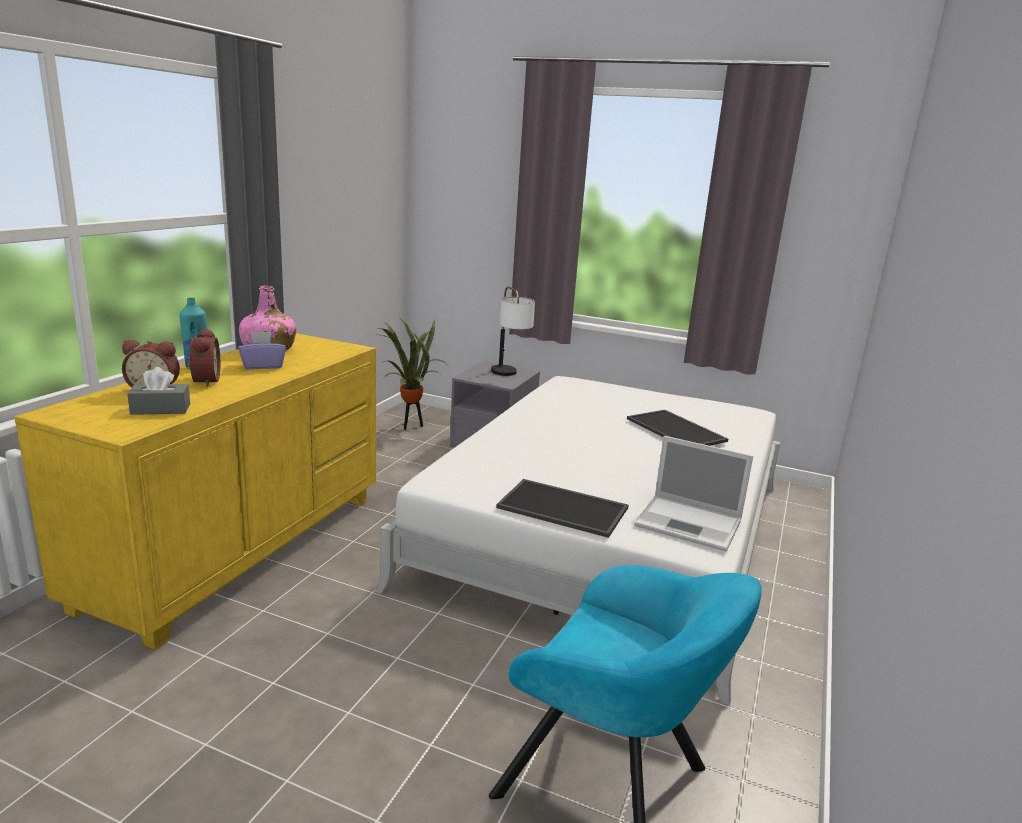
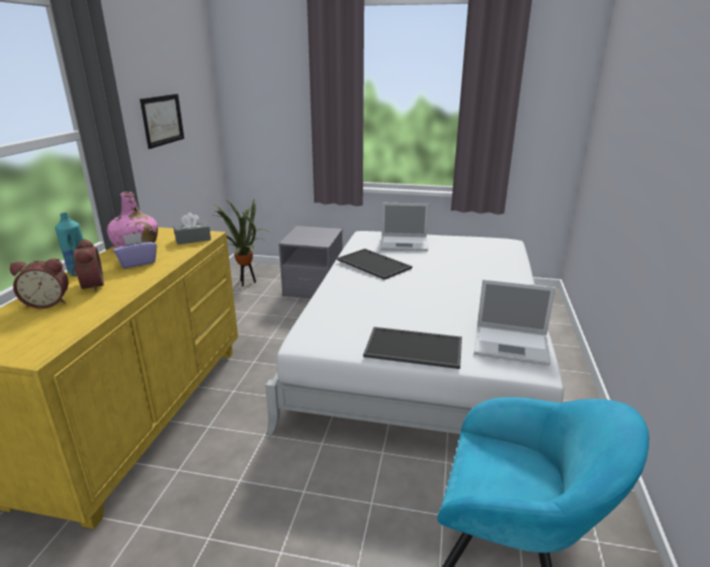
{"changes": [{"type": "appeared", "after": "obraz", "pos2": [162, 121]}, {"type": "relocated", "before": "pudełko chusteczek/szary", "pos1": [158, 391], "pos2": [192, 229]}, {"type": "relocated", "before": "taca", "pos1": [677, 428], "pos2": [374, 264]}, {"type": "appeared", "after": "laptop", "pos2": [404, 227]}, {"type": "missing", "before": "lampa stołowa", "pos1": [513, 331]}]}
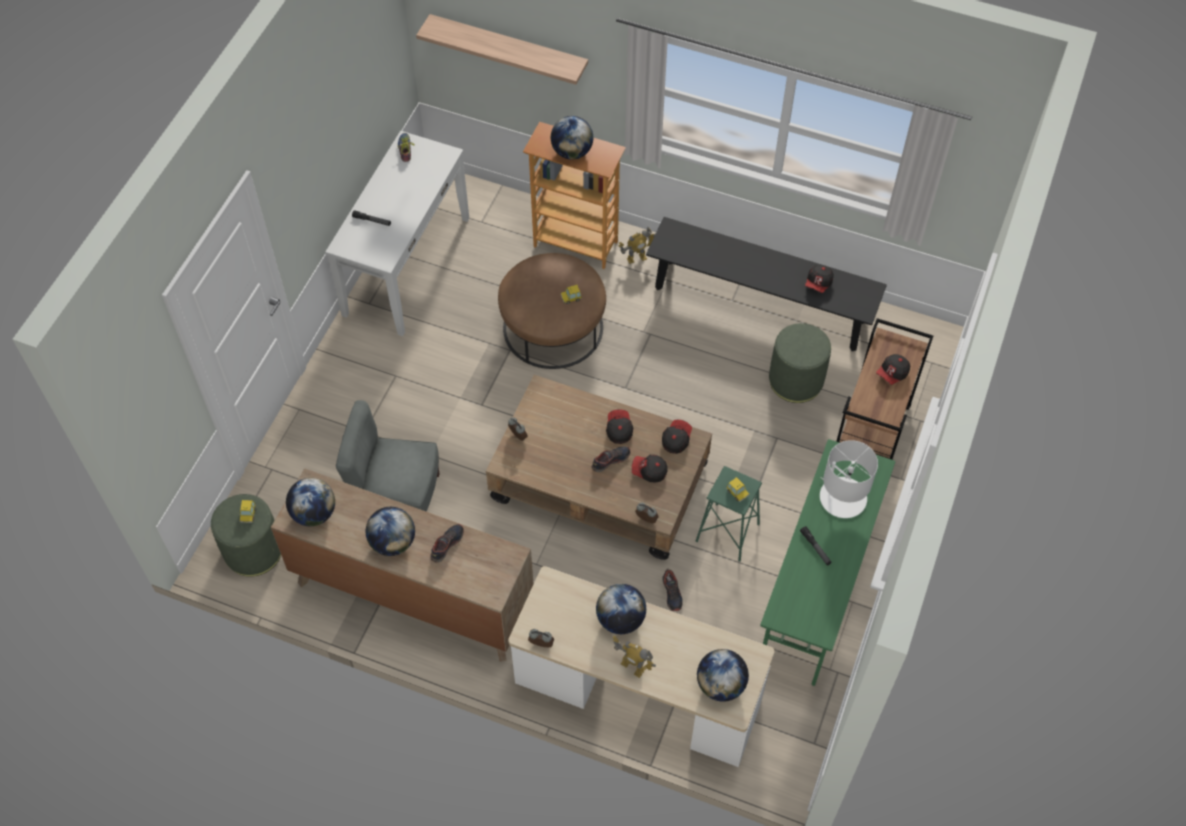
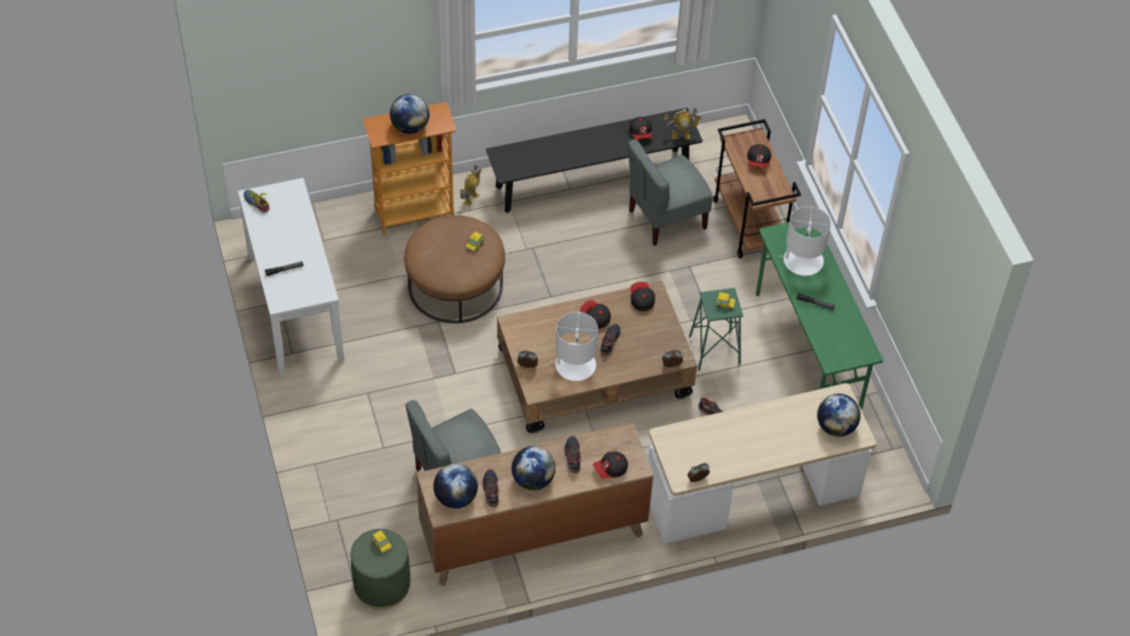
{"changes": [{"type": "appeared", "after": "but", "pos2": [490, 488]}, {"type": "appeared", "after": "lampa stołowa/biały", "pos2": [574, 346]}, {"type": "relocated", "before": "czapka z daszkiem", "pos1": [650, 469], "pos2": [610, 465]}, {"type": "exchanged", "before": "pufa/zielony", "after": "krzesło/szary", "pos1": [800, 363], "pos2": [670, 192]}, {"type": "relocated", "before": "robot zabawkowy", "pos1": [634, 657], "pos2": [683, 123]}, {"type": "missing", "before": "półka", "pos1": [502, 49]}, {"type": "missing", "before": "globus", "pos1": [621, 609]}]}
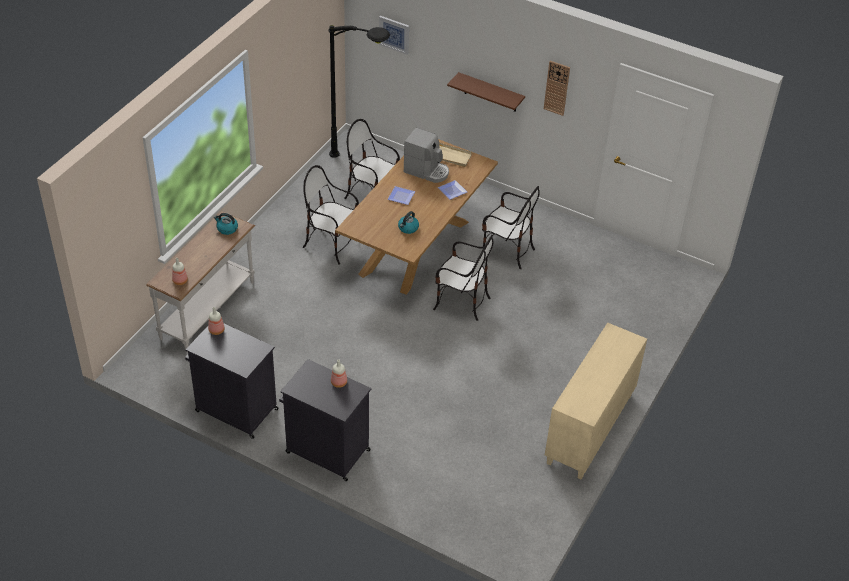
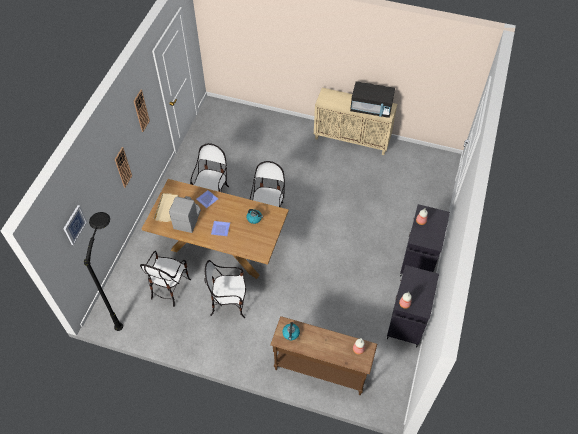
{"changes": [{"type": "exchanged", "before": "półka/brązowy", "after": "zegar ścienny", "pos1": [486, 92], "pos2": [123, 167]}, {"type": "spun", "before": "krzesło", "pos1": [331, 215], "pos2": [225, 289], "turn": 75}, {"type": "colour", "before": "stolik konsolowy/biały", "after": "stolik konsolowy/brązowy", "pos1": [200, 282], "pos2": [323, 355]}, {"type": "appeared", "after": "mikrofalówka/czarny", "pos2": [372, 99]}]}
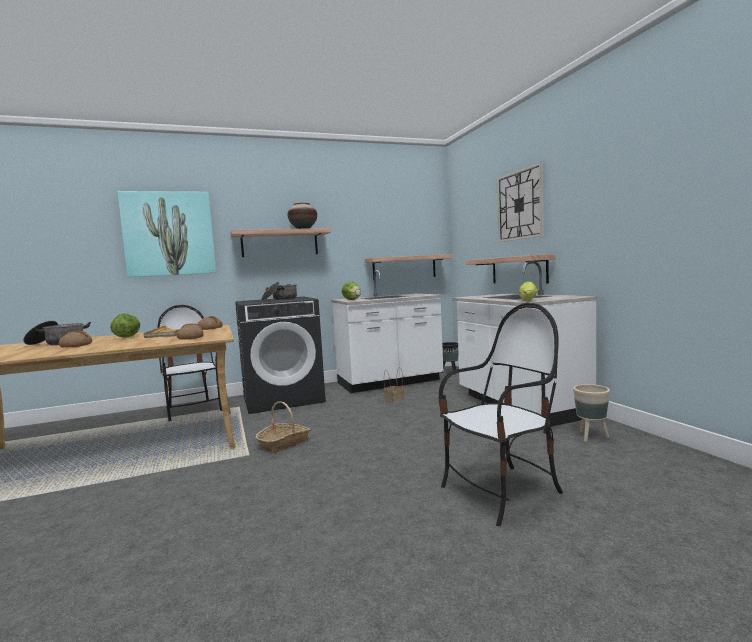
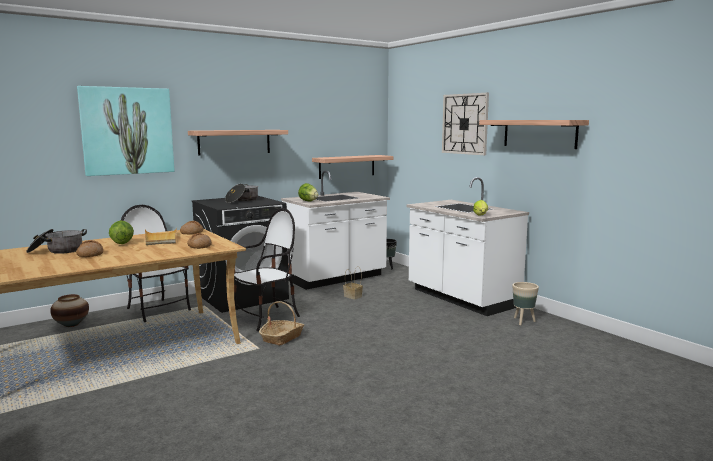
{"changes": [{"type": "relocated", "before": "wazon", "pos1": [302, 216], "pos2": [69, 310]}, {"type": "relocated", "before": "krzesło", "pos1": [500, 414], "pos2": [267, 269]}, {"type": "relocated", "before": "półka", "pos1": [511, 269], "pos2": [534, 134]}]}
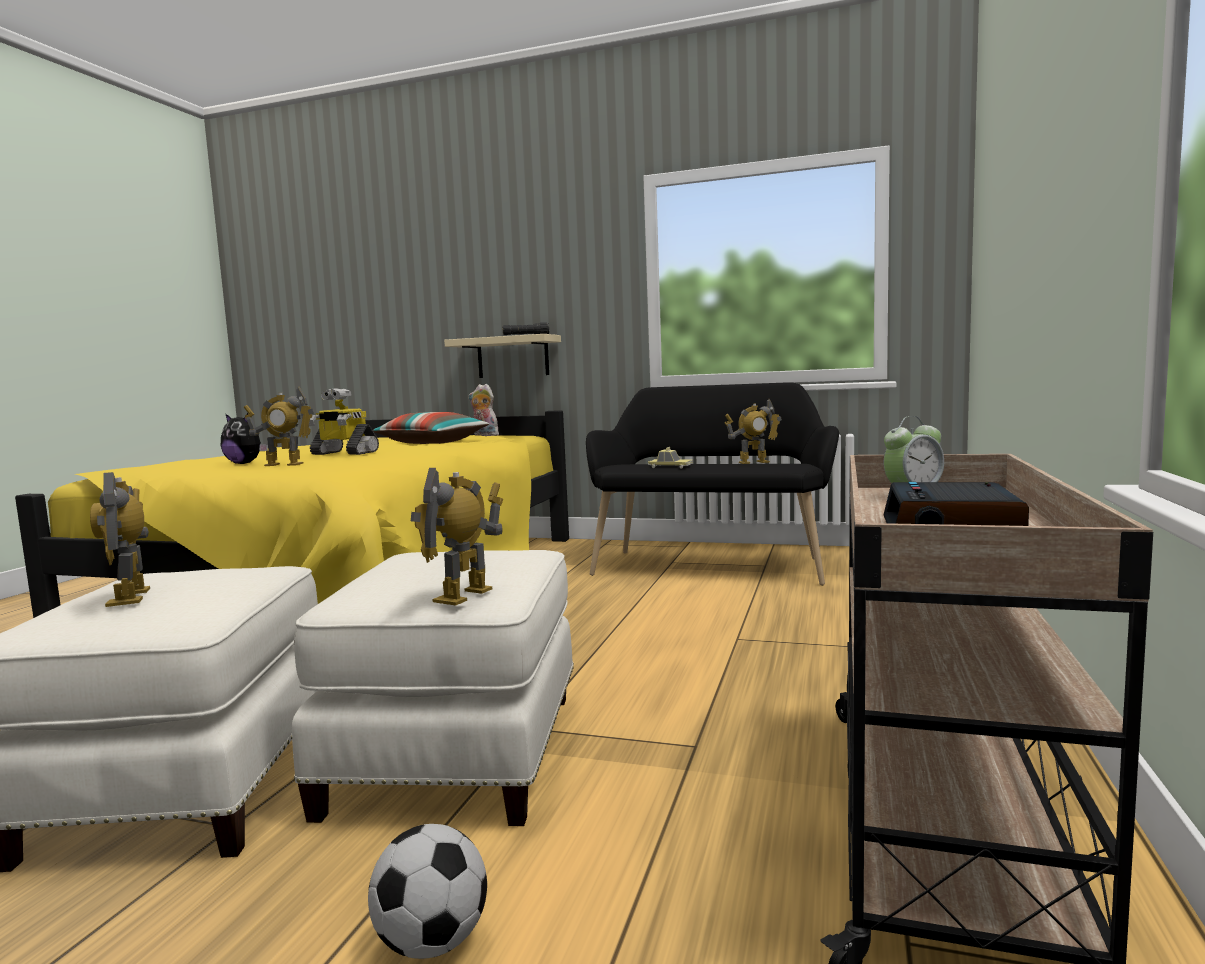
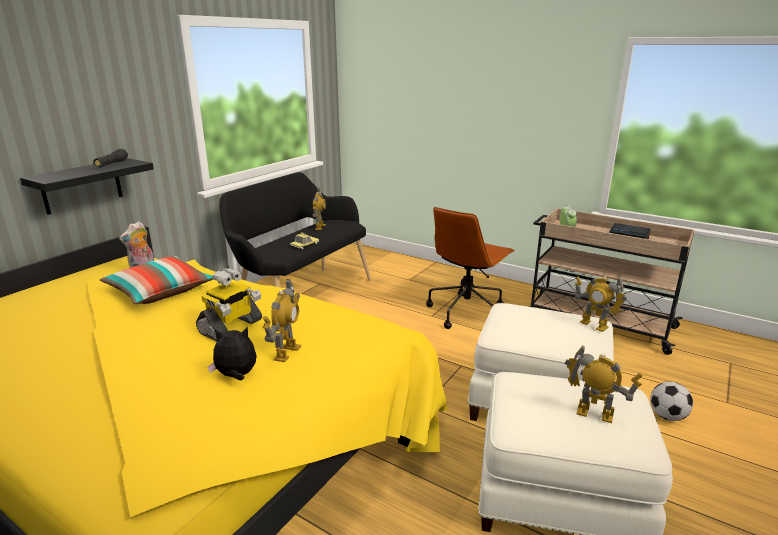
{"changes": [{"type": "colour", "before": "półka/beżowy", "after": "półka/czarny", "pos1": [502, 356], "pos2": [87, 186]}, {"type": "spun", "before": "pluszak", "pos1": [244, 438], "pos2": [232, 354], "turn": -135}, {"type": "appeared", "after": "krzesło biurowe/brązowy", "pos2": [470, 268]}, {"type": "spun", "before": "robot zabawkowy", "pos1": [120, 539], "pos2": [604, 384], "turn": -150}]}
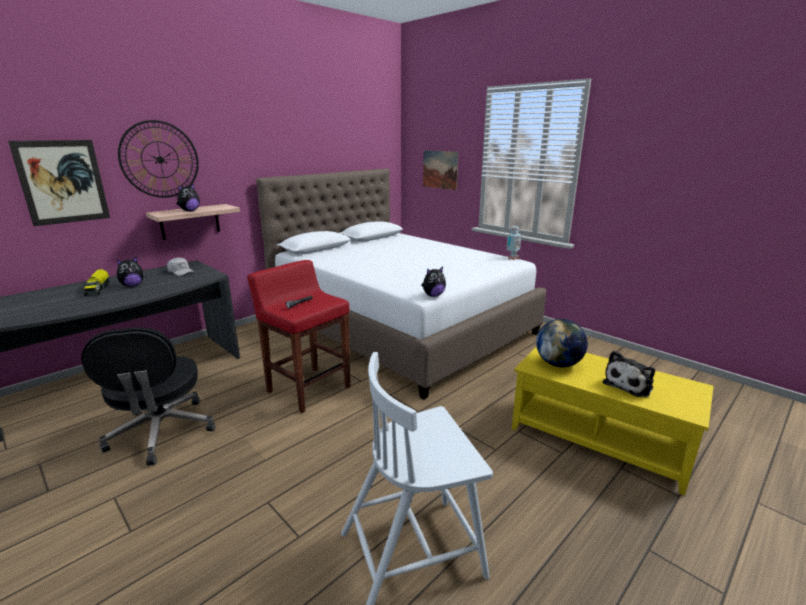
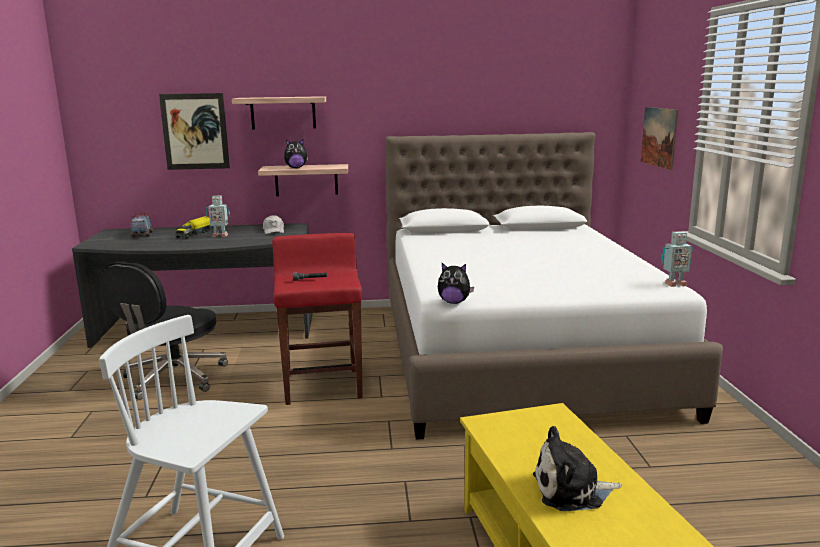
{"changes": [{"type": "appeared", "after": "ciężarówka zabawkowa", "pos2": [141, 225]}, {"type": "exchanged", "before": "pluszak", "after": "robot zabawkowy", "pos1": [130, 272], "pos2": [218, 216]}, {"type": "exchanged", "before": "zegar ścienny", "after": "półka", "pos1": [158, 159], "pos2": [279, 113]}, {"type": "missing", "before": "globus", "pos1": [562, 343]}]}
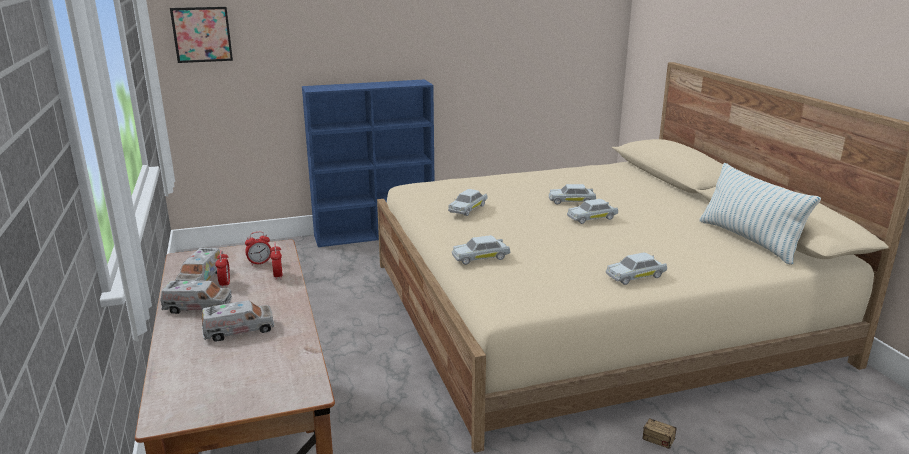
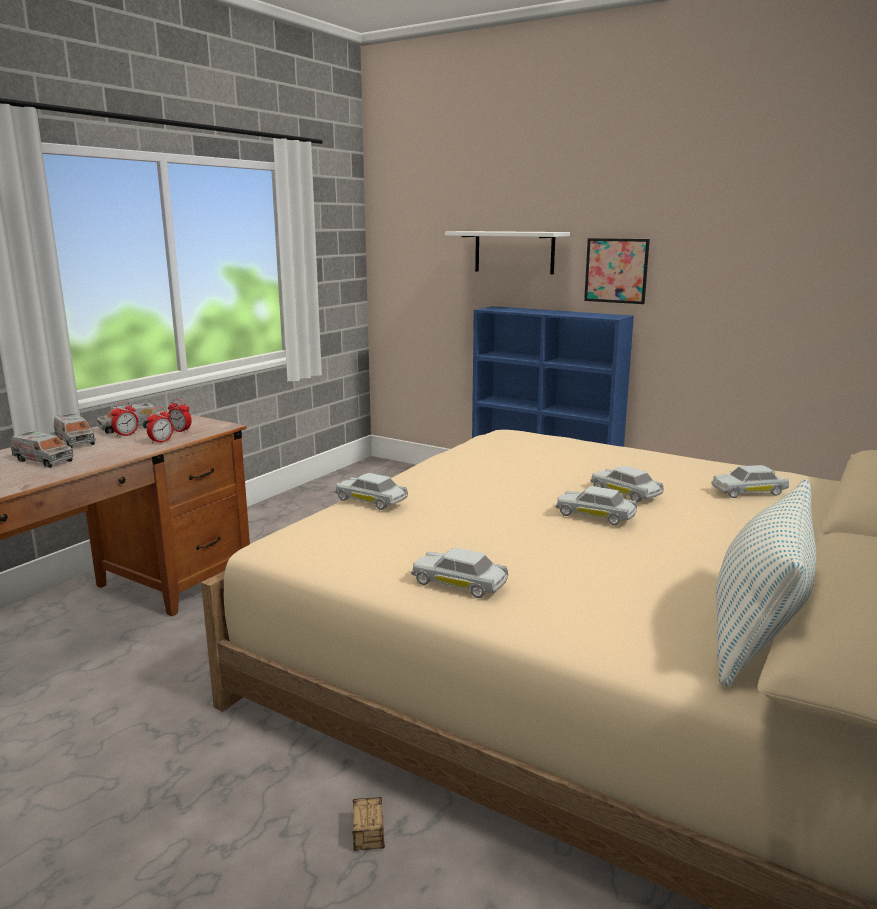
{"changes": [{"type": "appeared", "after": "półka/biały", "pos2": [507, 252]}, {"type": "relocated", "before": "obraz", "pos1": [201, 35], "pos2": [617, 271]}, {"type": "relocated", "before": "samochodzik/biały", "pos1": [467, 202], "pos2": [750, 481]}]}
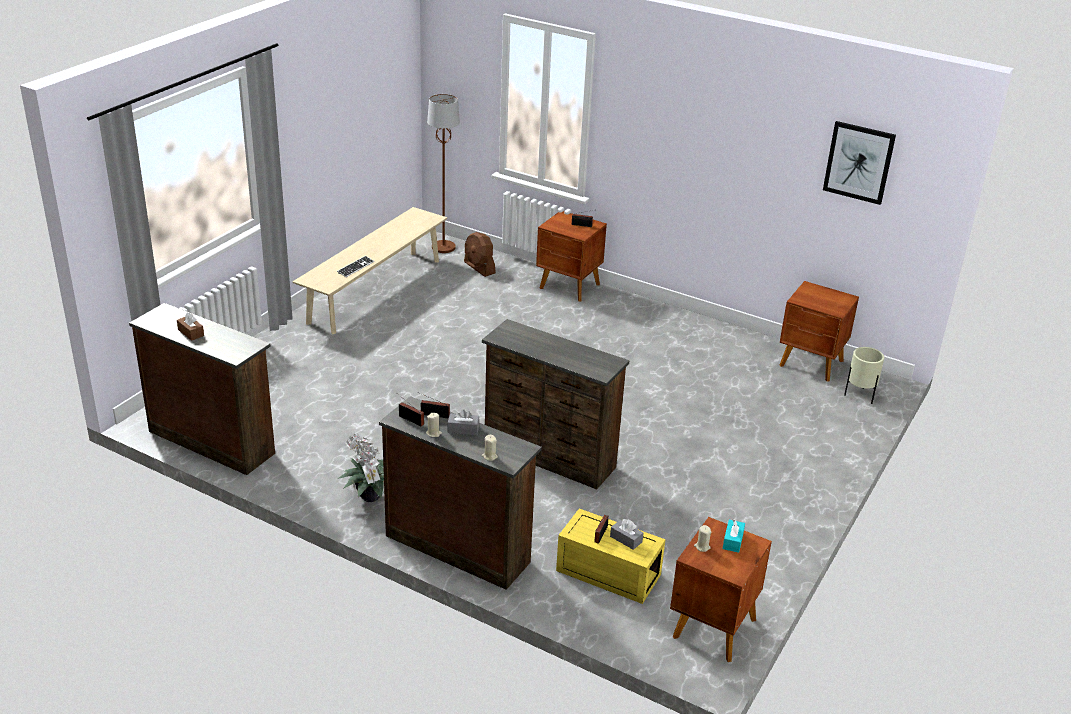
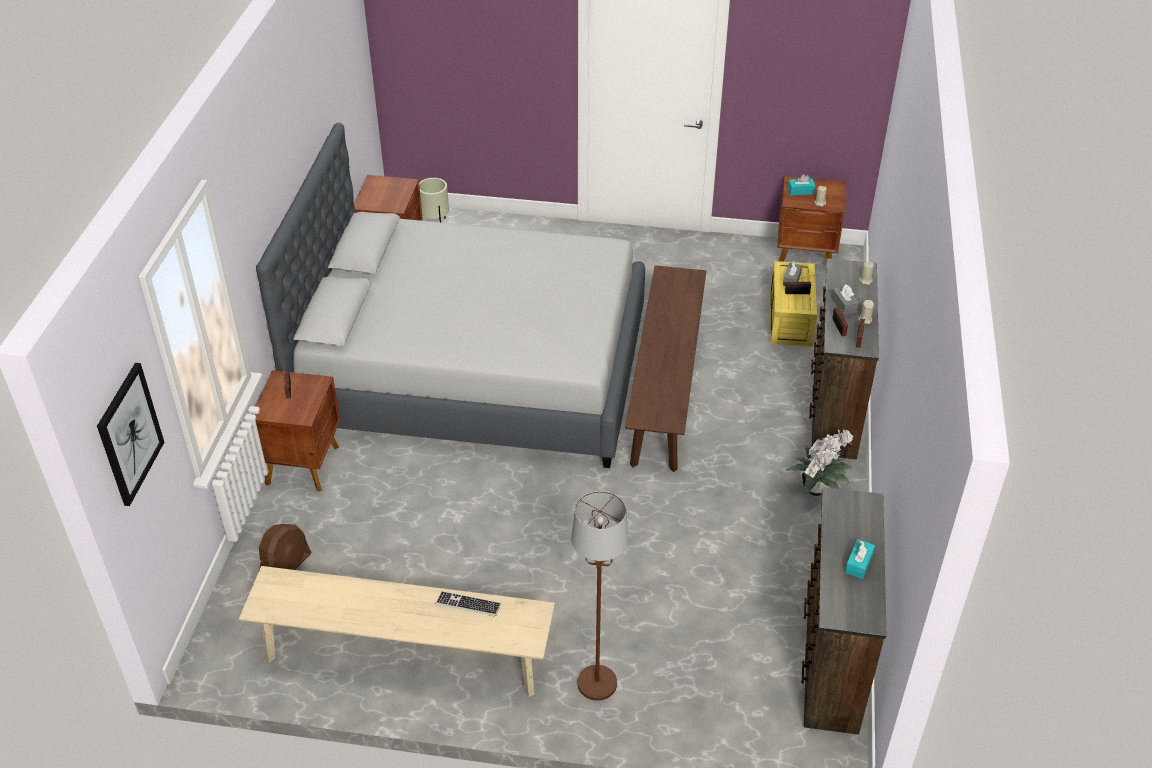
{"changes": [{"type": "relocated", "before": "obraz", "pos1": [859, 163], "pos2": [130, 434]}, {"type": "appeared", "after": "łóżko/szary", "pos2": [450, 295]}, {"type": "relocated", "before": "lampa stojąca/brązowy", "pos1": [443, 173], "pos2": [600, 596]}, {"type": "exchanged", "before": "komoda/brązowy", "after": "ławka/brązowy", "pos1": [555, 404], "pos2": [665, 369]}, {"type": "colour", "before": "pudełko chusteczek/brązowy", "after": "pudełko chusteczek/turkusowy", "pos1": [190, 327], "pos2": [860, 559]}]}
